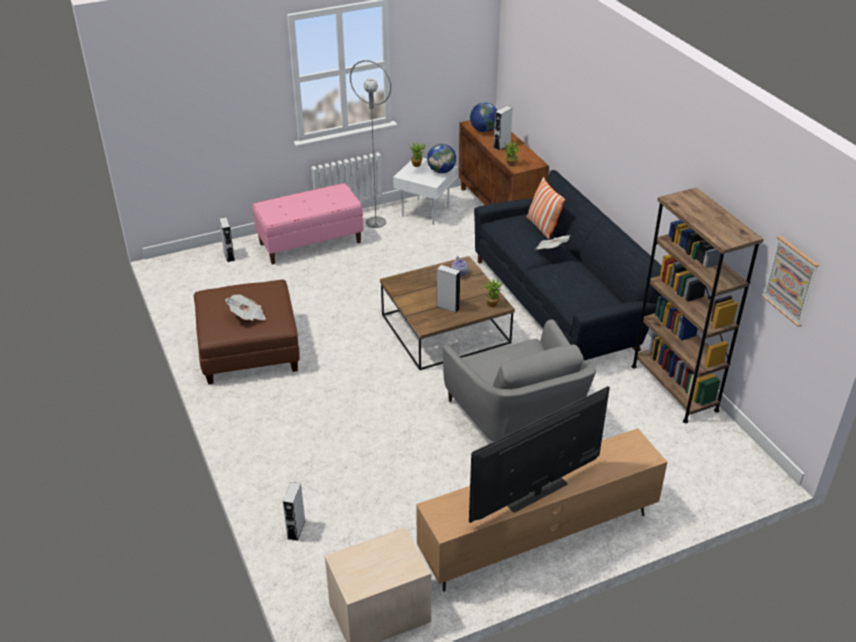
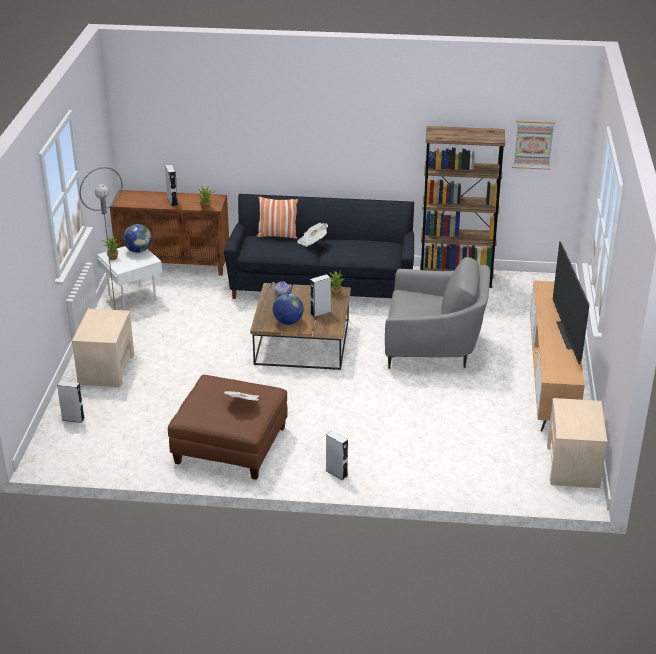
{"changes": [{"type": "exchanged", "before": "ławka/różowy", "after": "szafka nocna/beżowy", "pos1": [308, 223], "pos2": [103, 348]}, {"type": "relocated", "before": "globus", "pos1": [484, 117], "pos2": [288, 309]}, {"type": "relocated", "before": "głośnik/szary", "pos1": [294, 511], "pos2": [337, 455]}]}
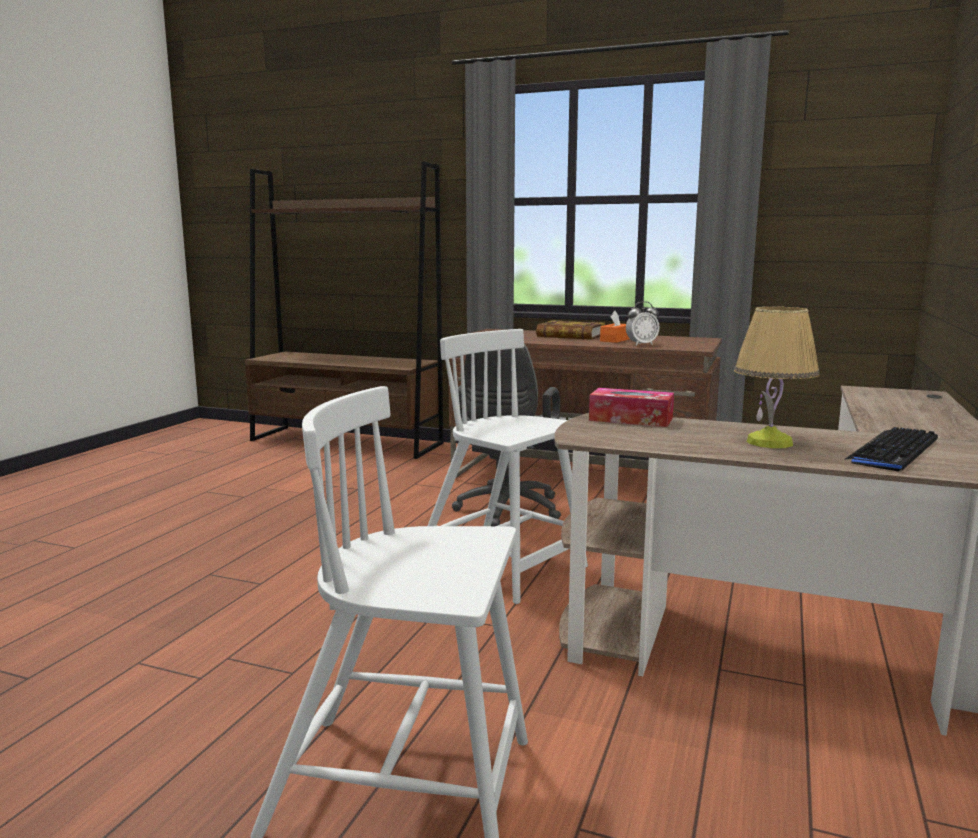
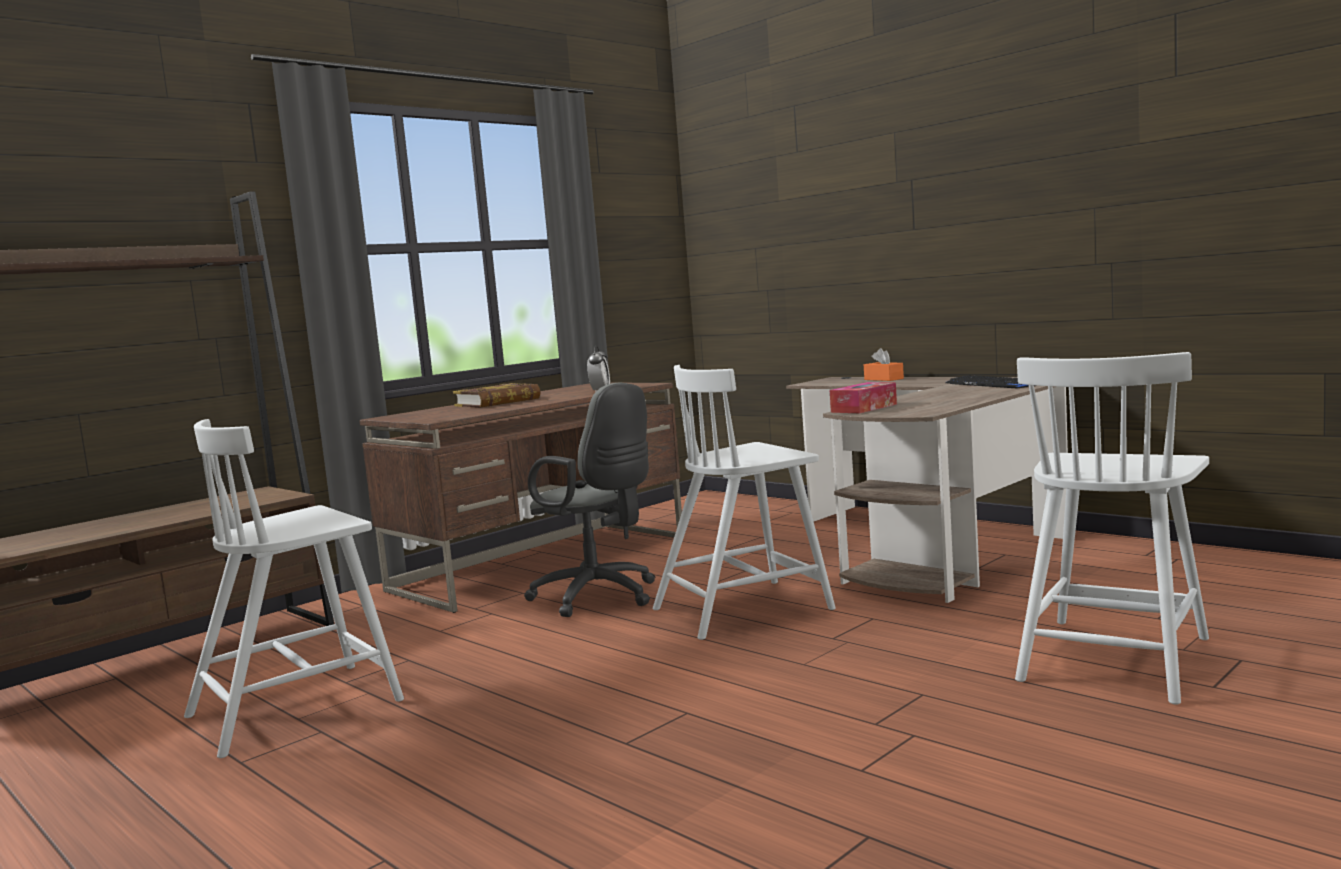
{"changes": [{"type": "appeared", "after": "krzesło/biały", "pos2": [294, 588]}, {"type": "relocated", "before": "pudełko chusteczek/pomarańczowy", "pos1": [615, 327], "pos2": [884, 364]}, {"type": "missing", "before": "lampa stołowa", "pos1": [776, 377]}]}
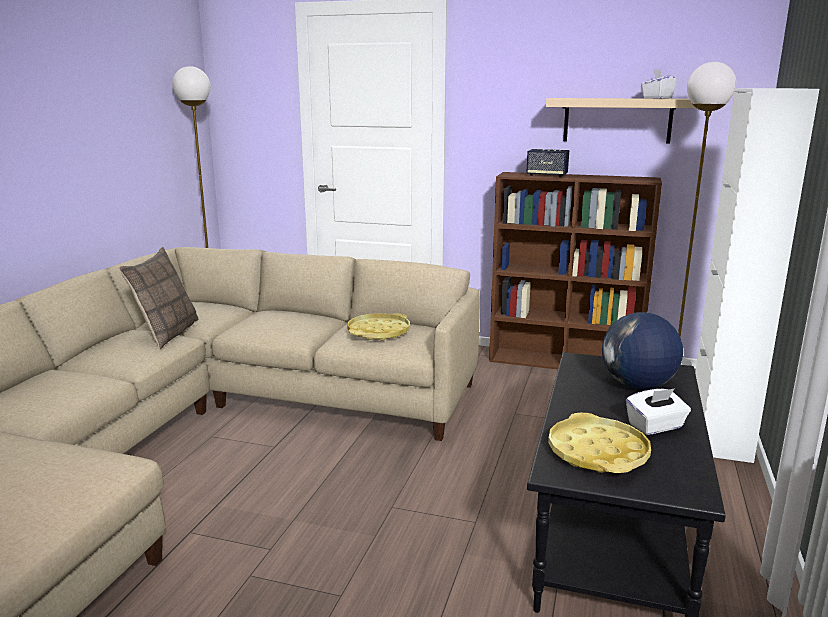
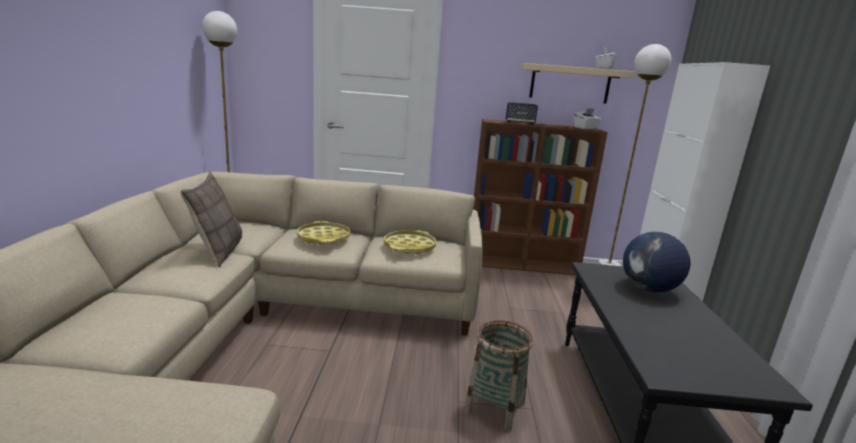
{"changes": [{"type": "relocated", "before": "taca/żółty", "pos1": [599, 443], "pos2": [324, 233]}, {"type": "appeared", "after": "koszyk", "pos2": [498, 376]}, {"type": "relocated", "before": "pudełko chusteczek/biały", "pos1": [658, 411], "pos2": [587, 118]}]}
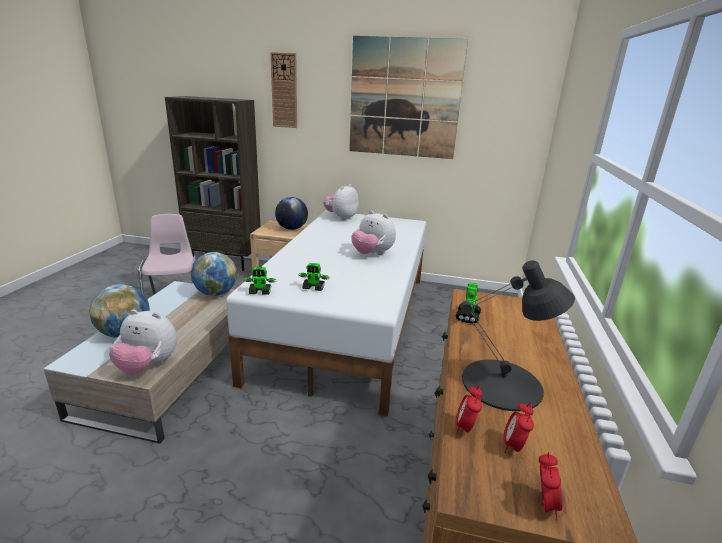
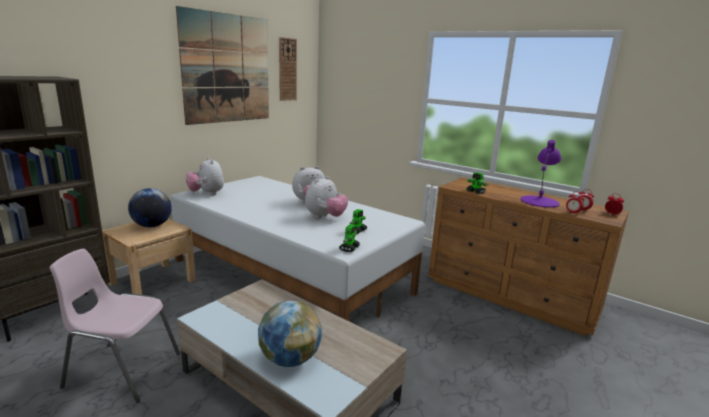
{"changes": [{"type": "relocated", "before": "zegar ścienny", "pos1": [283, 90], "pos2": [288, 69]}, {"type": "relocated", "before": "pluszak", "pos1": [143, 341], "pos2": [326, 197]}, {"type": "colour", "before": "lampa stołowa/czarny", "after": "lampa stołowa/fioletowy", "pos1": [517, 335], "pos2": [541, 174]}, {"type": "missing", "before": "globus", "pos1": [214, 274]}]}
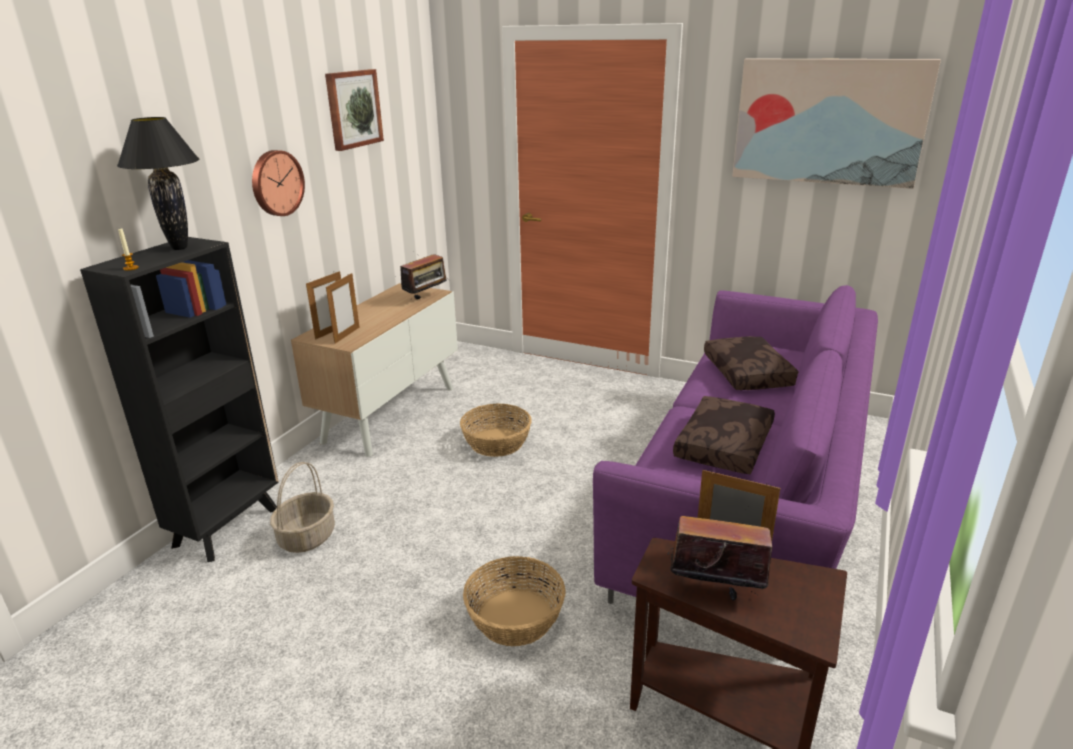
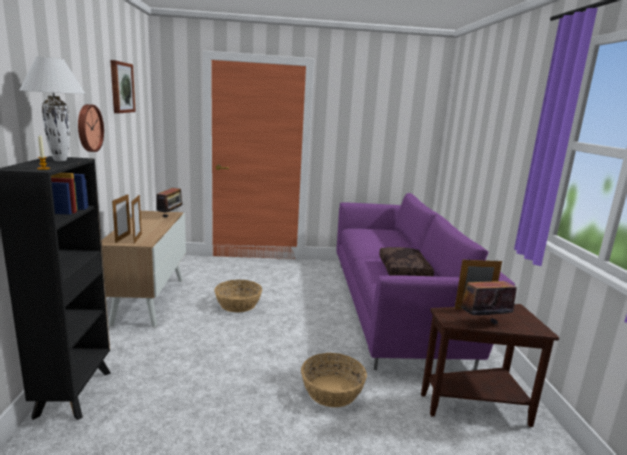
{"changes": [{"type": "colour", "before": "lampa stołowa/czarny", "after": "lampa stołowa/biały", "pos1": [158, 183], "pos2": [52, 109]}, {"type": "missing", "before": "koszyk", "pos1": [302, 507]}, {"type": "missing", "before": "poduszka/brązowy", "pos1": [751, 363]}, {"type": "missing", "before": "obraz", "pos1": [836, 124]}]}
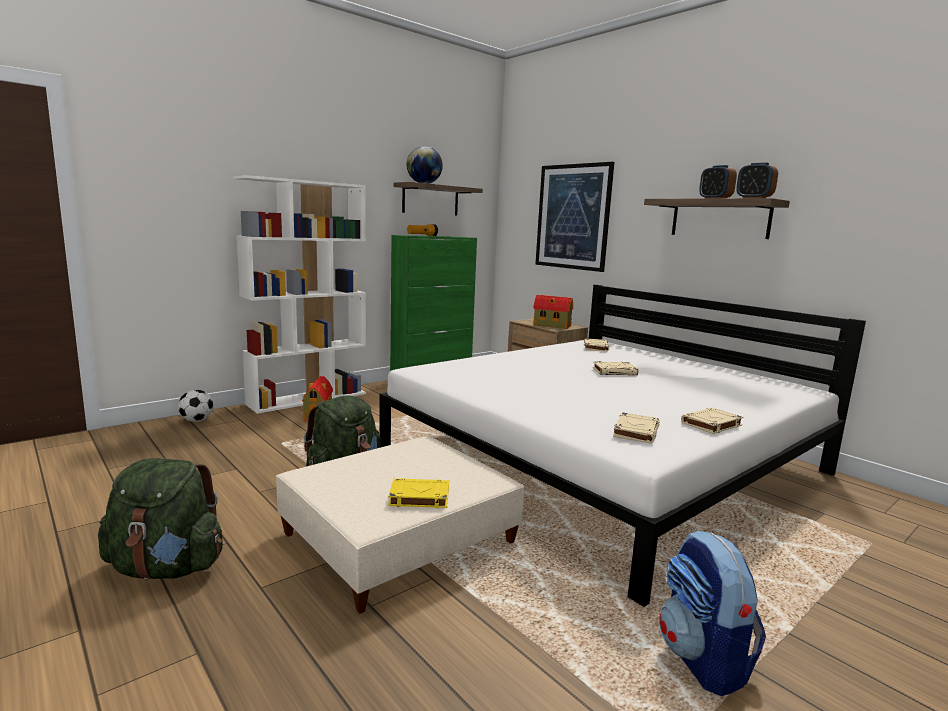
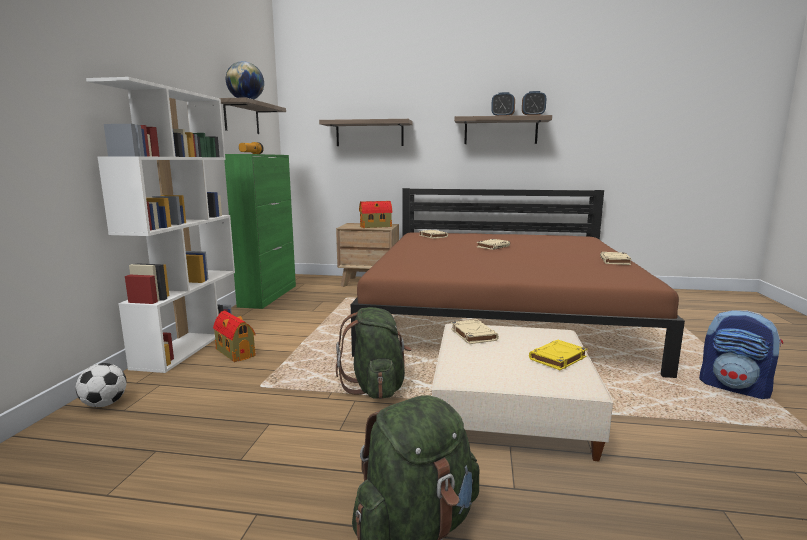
{"changes": [{"type": "exchanged", "before": "obraz", "after": "półka", "pos1": [574, 217], "pos2": [365, 132]}, {"type": "colour", "before": "łóżko/biały", "after": "łóżko/brązowy", "pos1": [622, 445], "pos2": [518, 283]}, {"type": "relocated", "before": "książka/beżowy", "pos1": [636, 428], "pos2": [475, 331]}]}
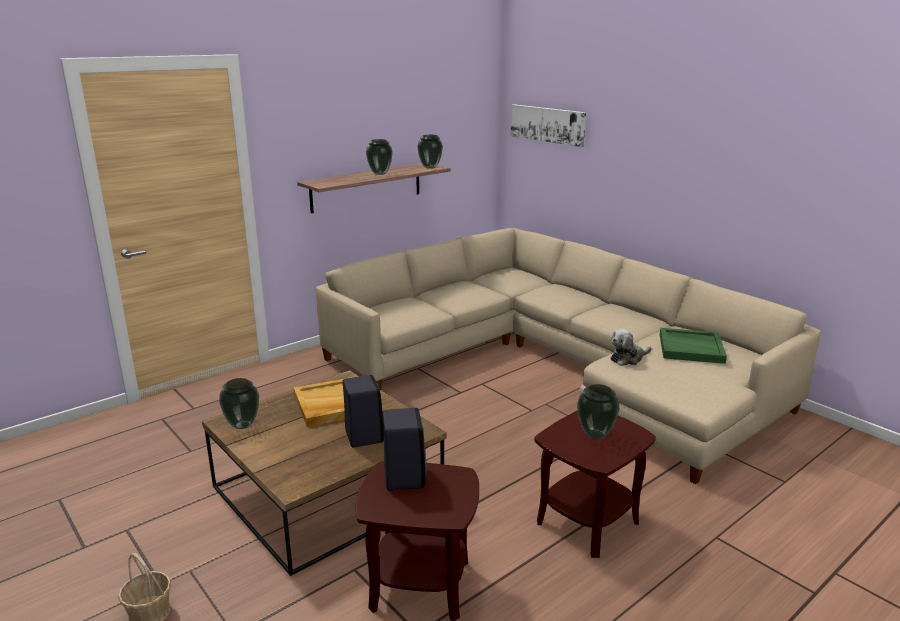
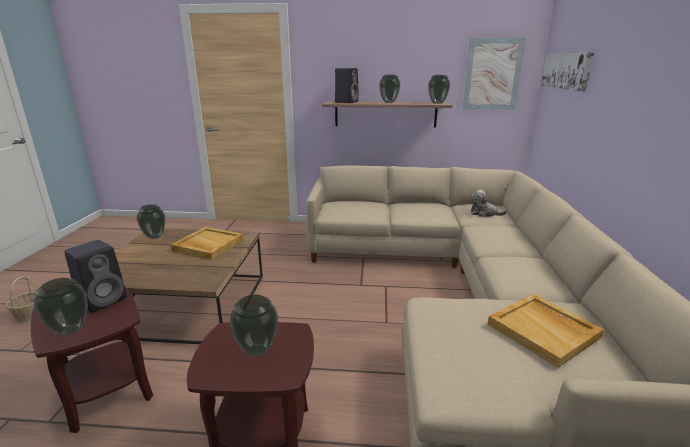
{"changes": [{"type": "appeared", "after": "wazon", "pos2": [61, 307]}, {"type": "relocated", "before": "głośnik/czarny", "pos1": [363, 411], "pos2": [347, 85]}, {"type": "appeared", "after": "obraz", "pos2": [494, 74]}, {"type": "relocated", "before": "pluszak", "pos1": [631, 347], "pos2": [488, 203]}, {"type": "colour", "before": "taca/zielony", "after": "taca/beżowy", "pos1": [693, 346], "pos2": [546, 331]}]}
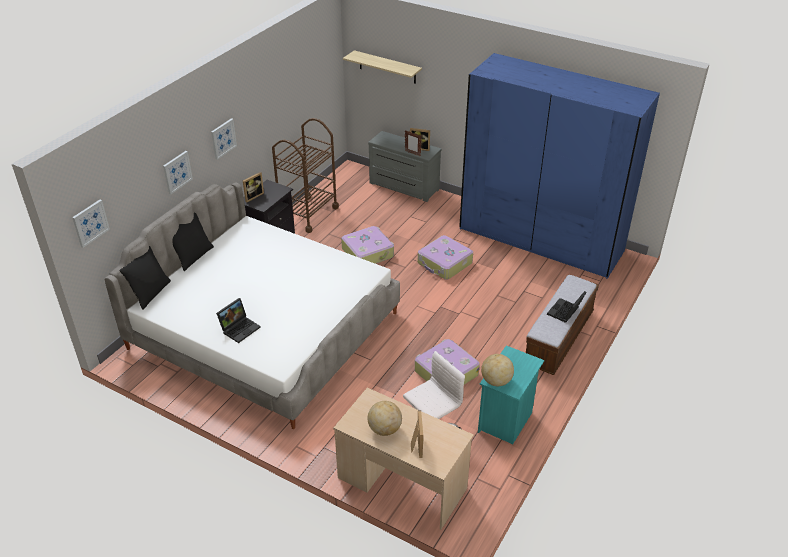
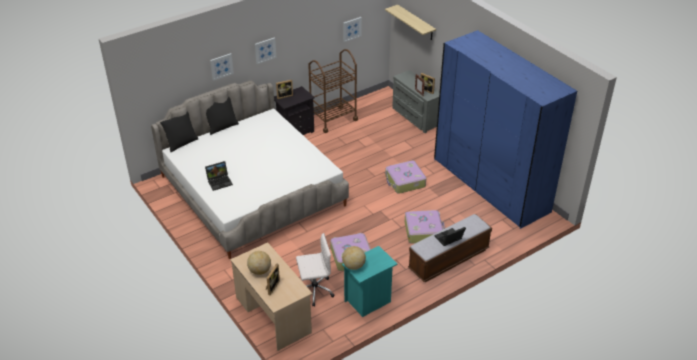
{"changes": [{"type": "relocated", "before": "obraz", "pos1": [91, 224], "pos2": [352, 29]}, {"type": "relocated", "before": "walizka", "pos1": [367, 245], "pos2": [425, 226]}]}
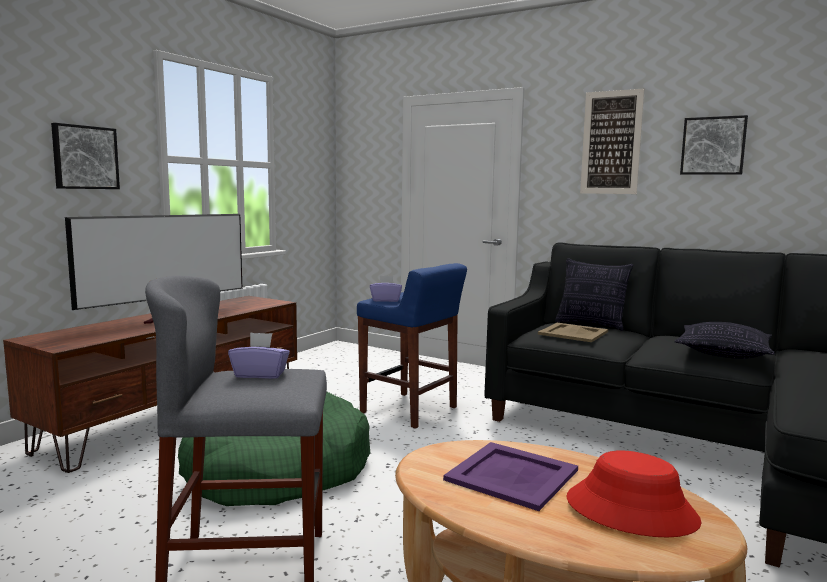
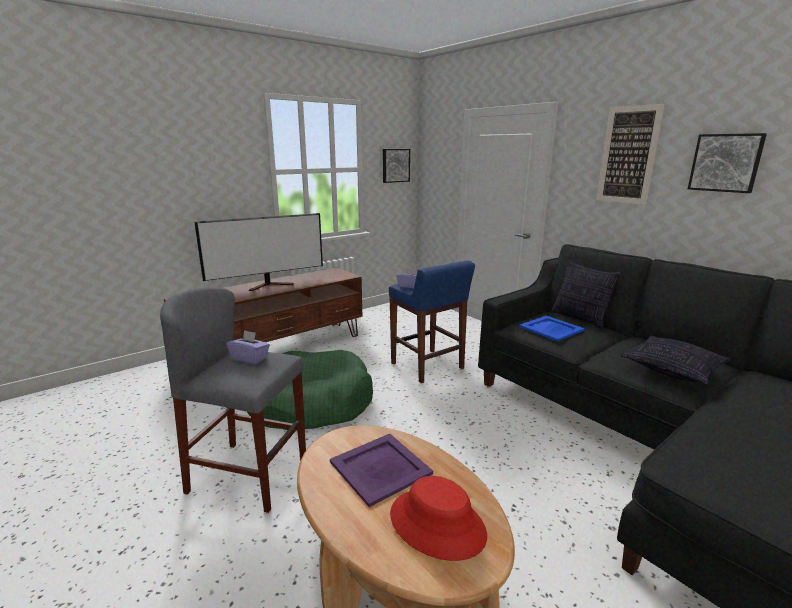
{"changes": [{"type": "relocated", "before": "obraz", "pos1": [85, 156], "pos2": [396, 166]}, {"type": "colour", "before": "taca/beżowy", "after": "taca/niebieski", "pos1": [573, 332], "pos2": [552, 328]}]}
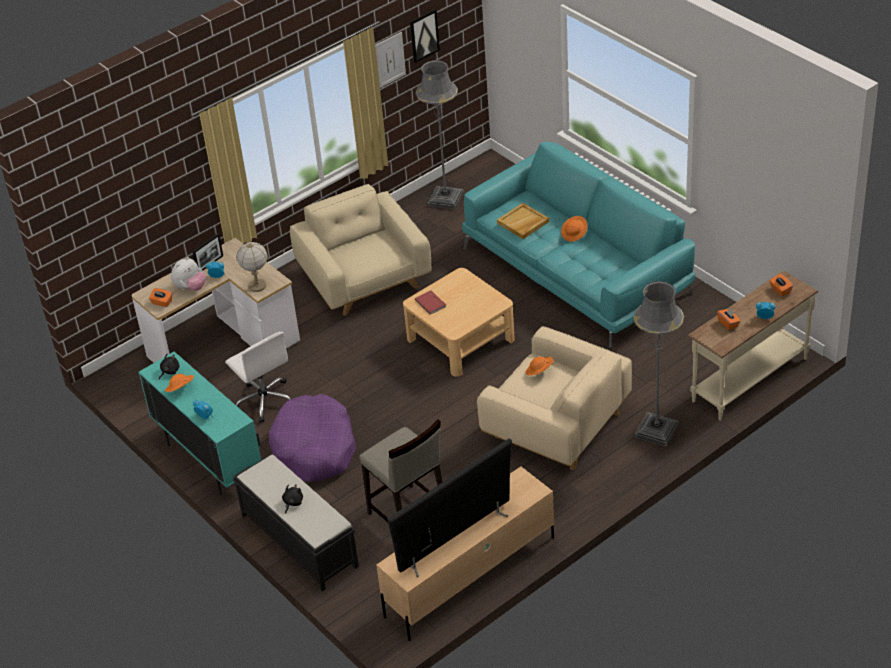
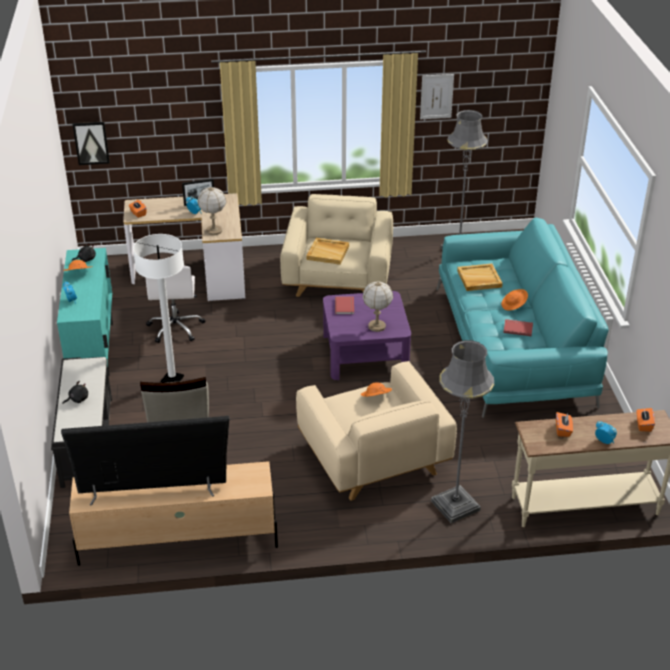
{"changes": [{"type": "relocated", "before": "obraz", "pos1": [425, 36], "pos2": [91, 143]}, {"type": "exchanged", "before": "legowisko/fioletowy", "after": "lampa stojąca/biały", "pos1": [312, 437], "pos2": [158, 308]}, {"type": "appeared", "after": "taca/beżowy", "pos2": [327, 251]}, {"type": "colour", "before": "ława/beżowy", "after": "ława/fioletowy", "pos1": [459, 322], "pos2": [367, 335]}, {"type": "appeared", "after": "lampa stołowa", "pos2": [378, 306]}, {"type": "appeared", "after": "książka/czerwony", "pos2": [518, 327]}, {"type": "missing", "before": "pluszak", "pos1": [188, 274]}]}
